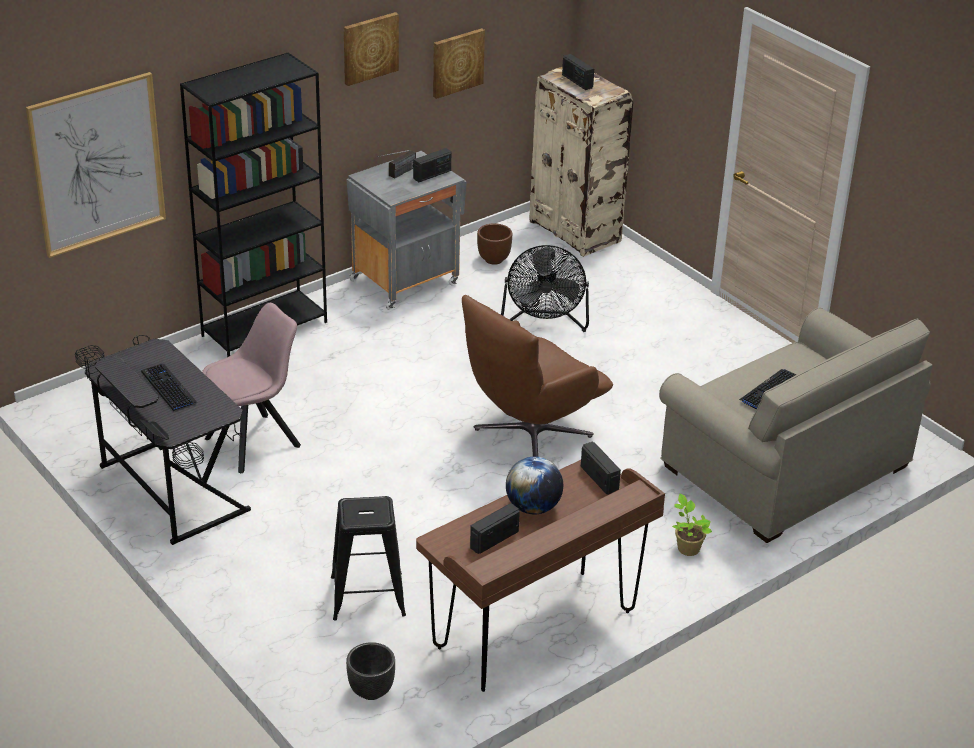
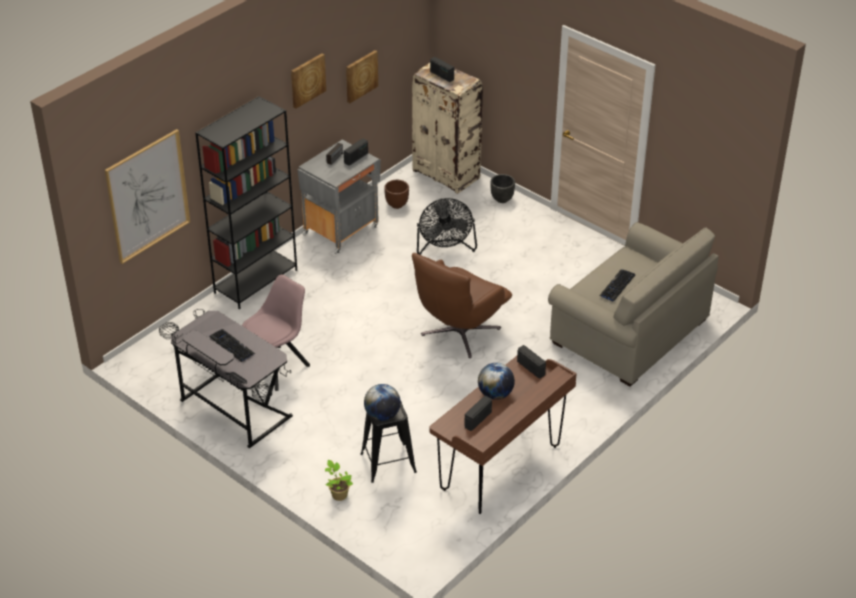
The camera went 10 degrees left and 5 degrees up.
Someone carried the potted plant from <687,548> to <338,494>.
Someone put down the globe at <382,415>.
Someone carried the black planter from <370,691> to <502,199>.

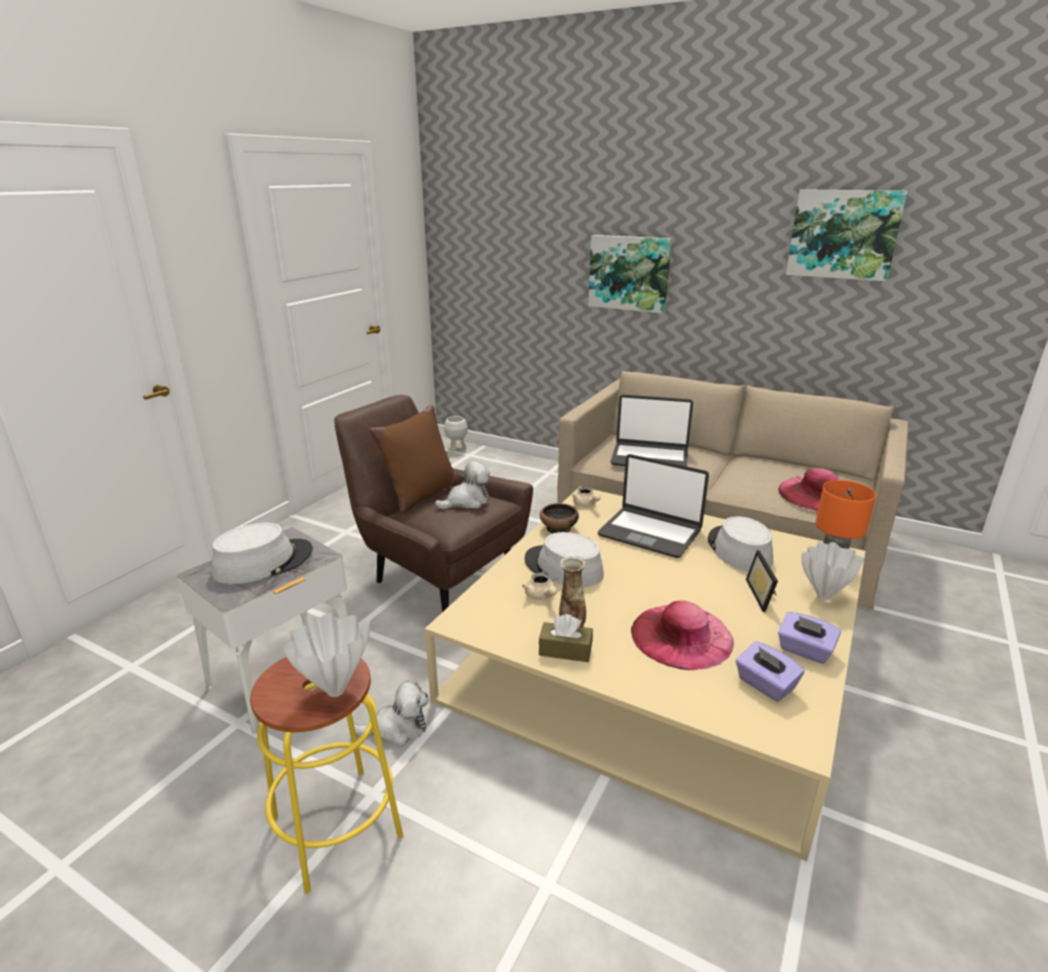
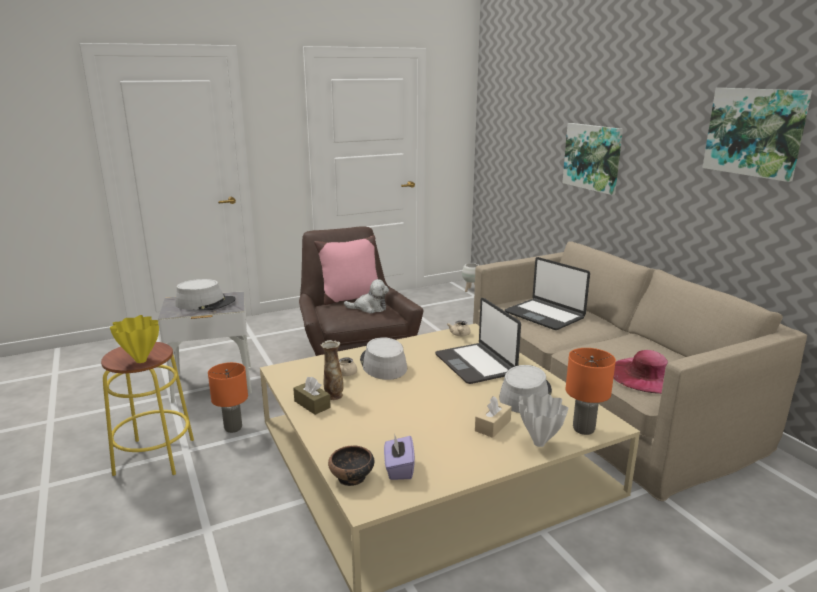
The camera went 35 degrees right and 5 degrees down.
Someone repainted the white vase at <334,691>, which became the yellow vase at <140,360>.
Someone swapped the plush toy at <397,728> for the orange table lamp at <232,428>.
Someone repainted the brown pillow at <420,496>, which became the pink pillow at <350,298>.
Someone carried the bowl from <559,529> to <352,477>.
Someone swapped the picture frame at <764,595> for the beige tissue box at <492,426>.
Someone took away the pink hat at <681,636>.
Someone took away the purple tissue box at <804,650>.

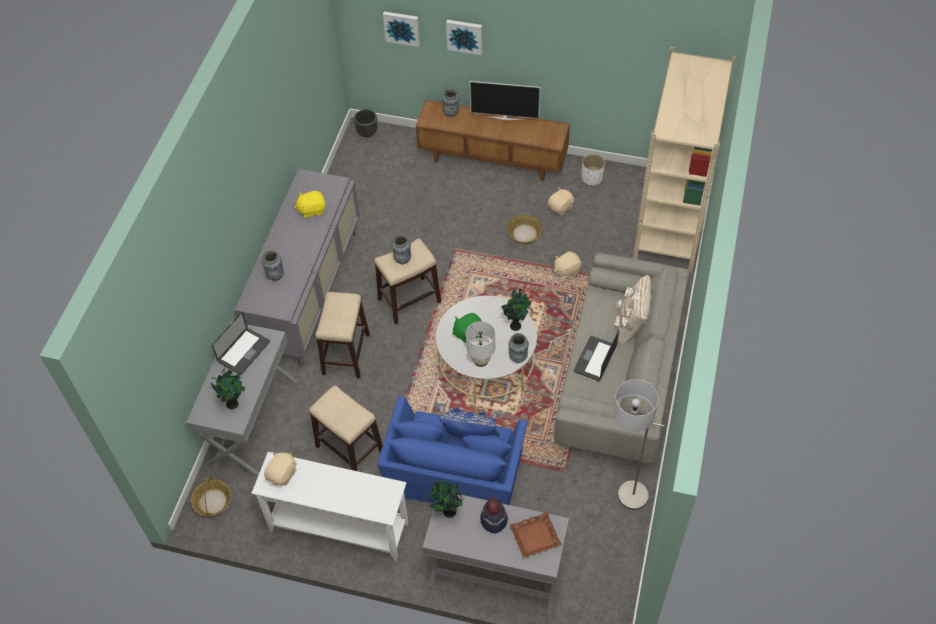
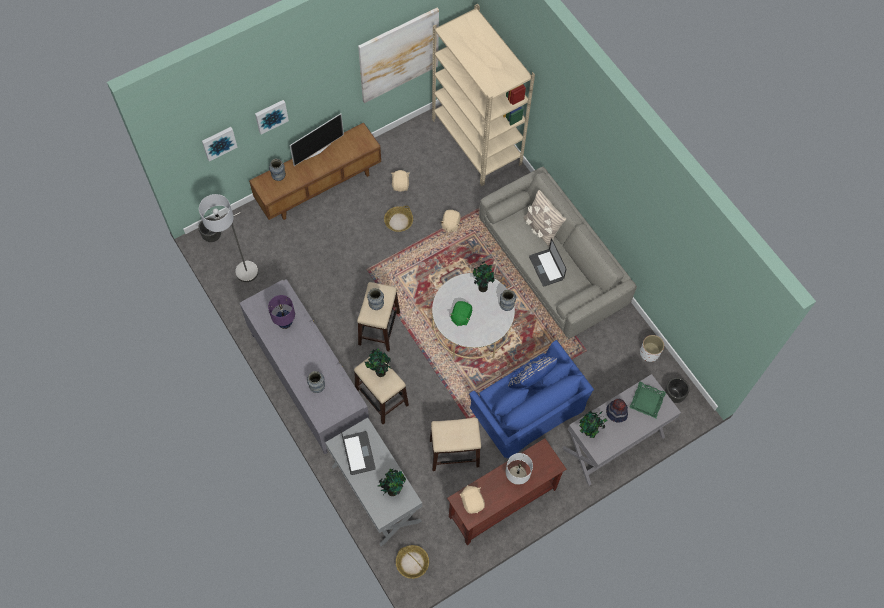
The camera went 50 degrees left and 10 degrees up.
Someone carried the grey floor lamp from <623,494> to <240,275>.
Someone swapped the yellow plush toy at <312,210> for the purple table lamp at <285,323>.
Someone put up the picture at <399,55>.
Someone put down the potted plant at <379,372>.
Someone repainted the white console table at <338,527>, which became the brown console table at <502,503>.
Someone carried the white table lamp from <481,360> to <516,478>.
Someone repainted the brown tray at <535,537>, which became the green tray at <647,401>.
Someone carried the white planter from <592,178> to <649,353>.
Someone put down the black planter at <673,395>.

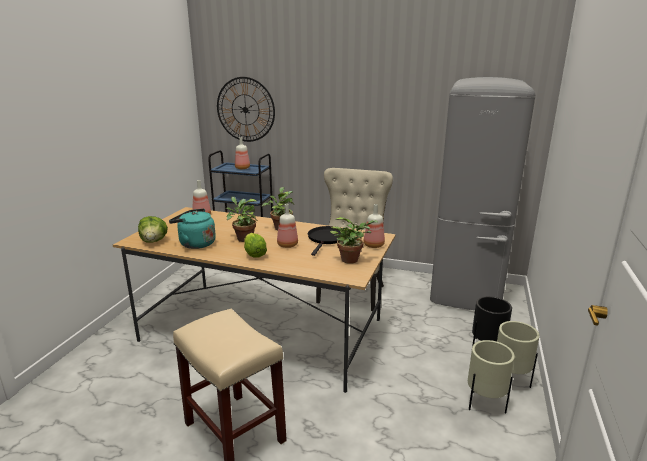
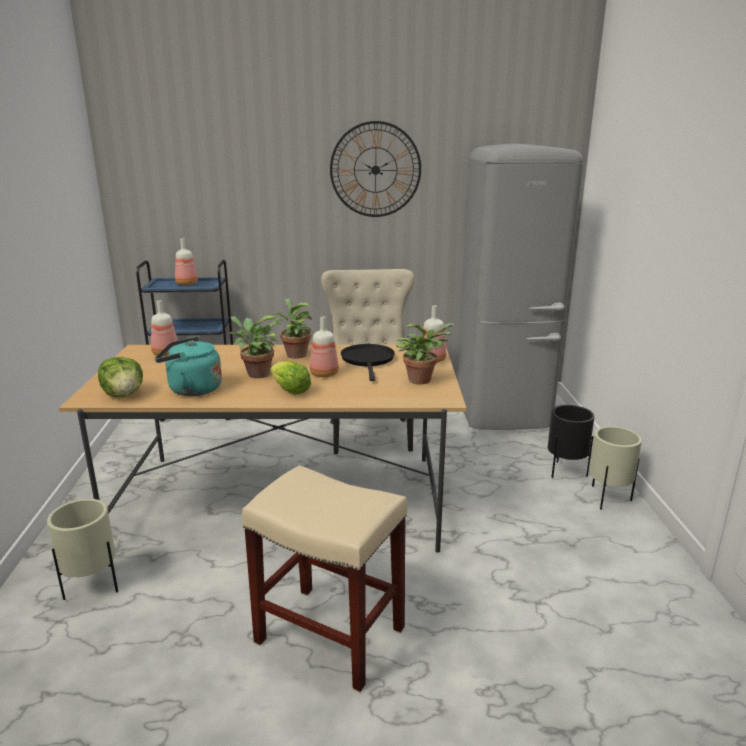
The camera went 20 degrees left and 0 degrees up.
Someone carried the beige planter from <485,405> to <93,587>.
Someone carried the wall clock from <245,109> to <375,170>.

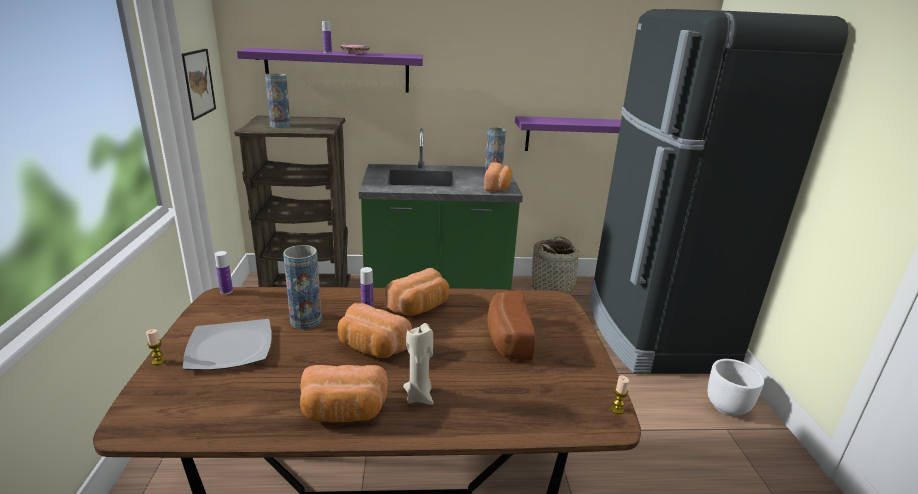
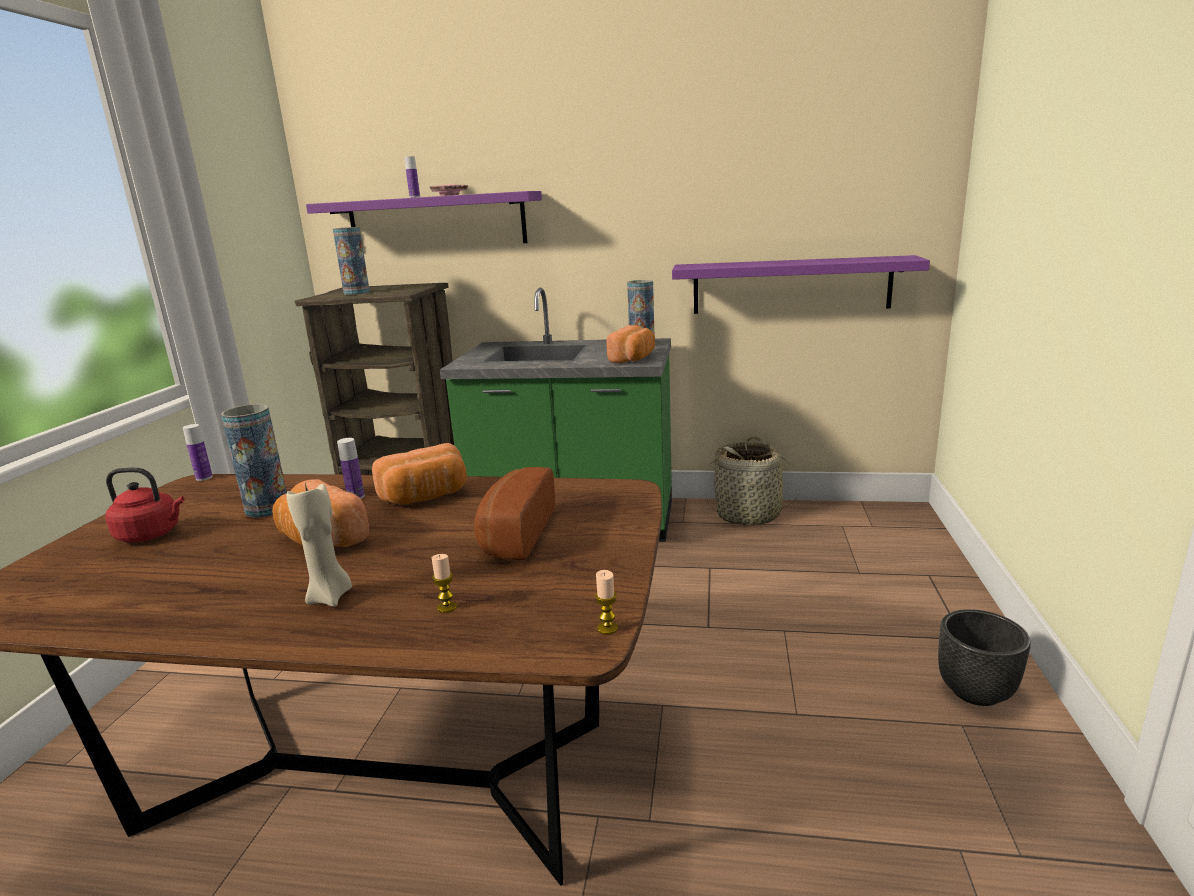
The camera went 15 degrees right and 5 degrees down.
Someone swapped the plate at <231,347> for the red kettle at <152,534>.
Someone carried the candle from <158,361> to <447,607>.
Someone repainted the white planter at <727,407>, which became the black planter at <976,691>.
Someone took away the picture at <197,83>.
Someone took away the bread at <343,412>.
Someone took away the black fridge at <654,333>.

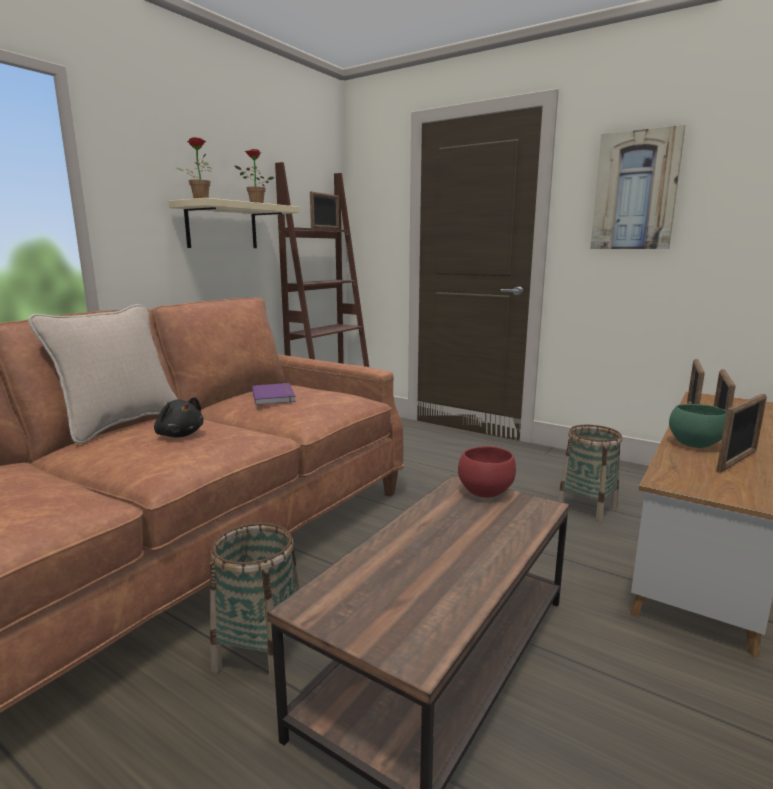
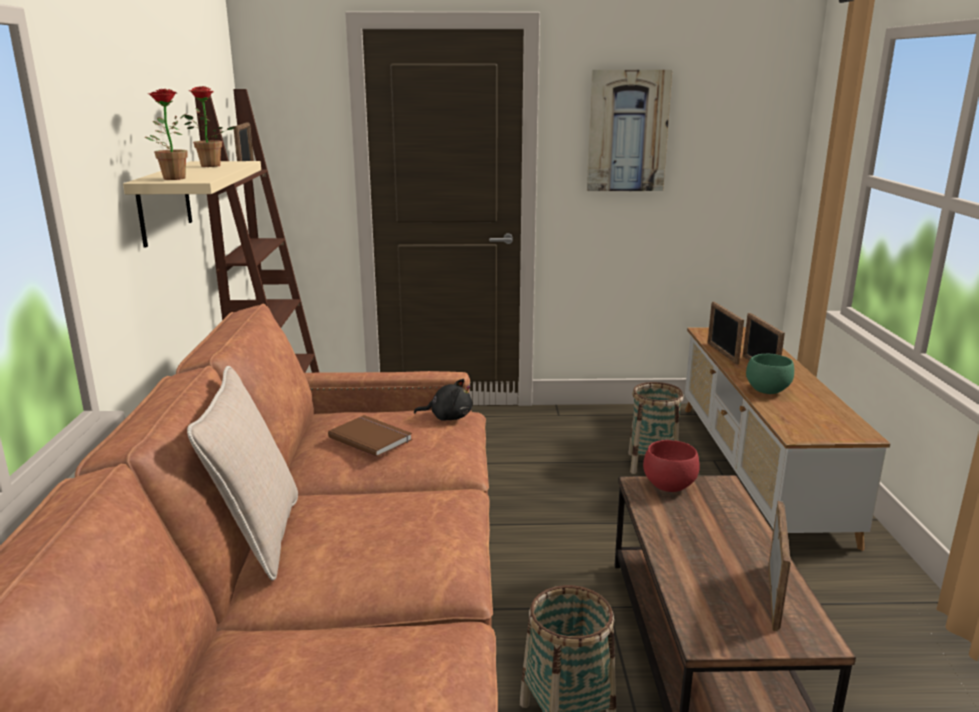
The camera went 35 degrees left and 5 degrees up.
Someone repainted the purple book at <275,396>, which became the brown book at <371,438>.
Someone carried the black plush toy from <179,435> to <448,417>.
Someone carried the picture frame from <737,461> to <773,596>.

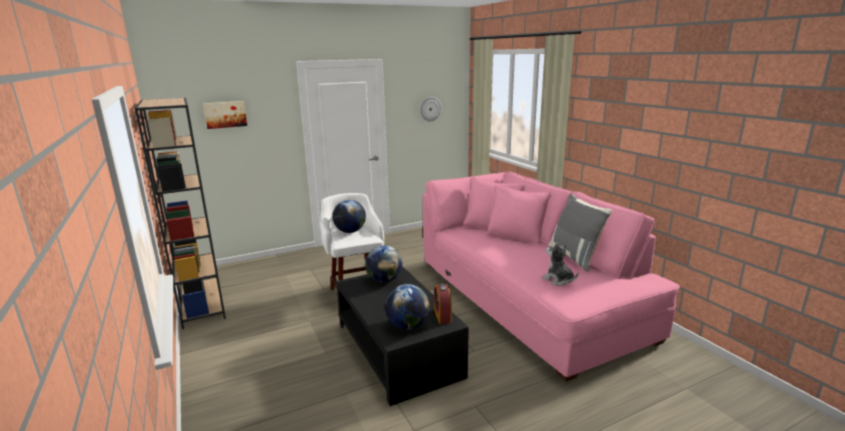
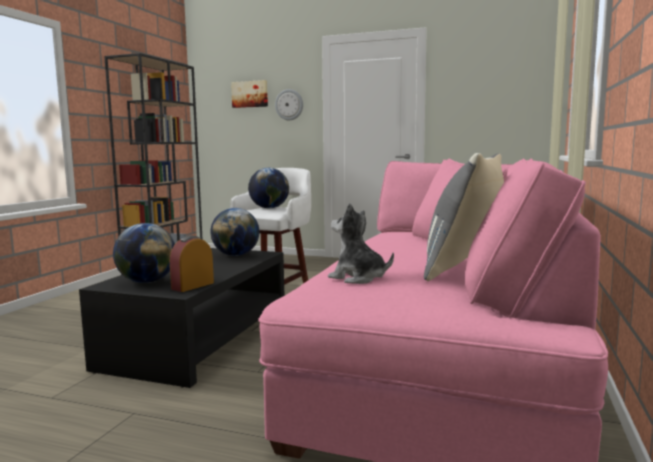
The camera went 45 degrees right and 10 degrees down.
Someone carried the wall clock from <430,109> to <289,104>.
Someone rotated the plush toy at <558,280> by 60 degrees counterclockwise.

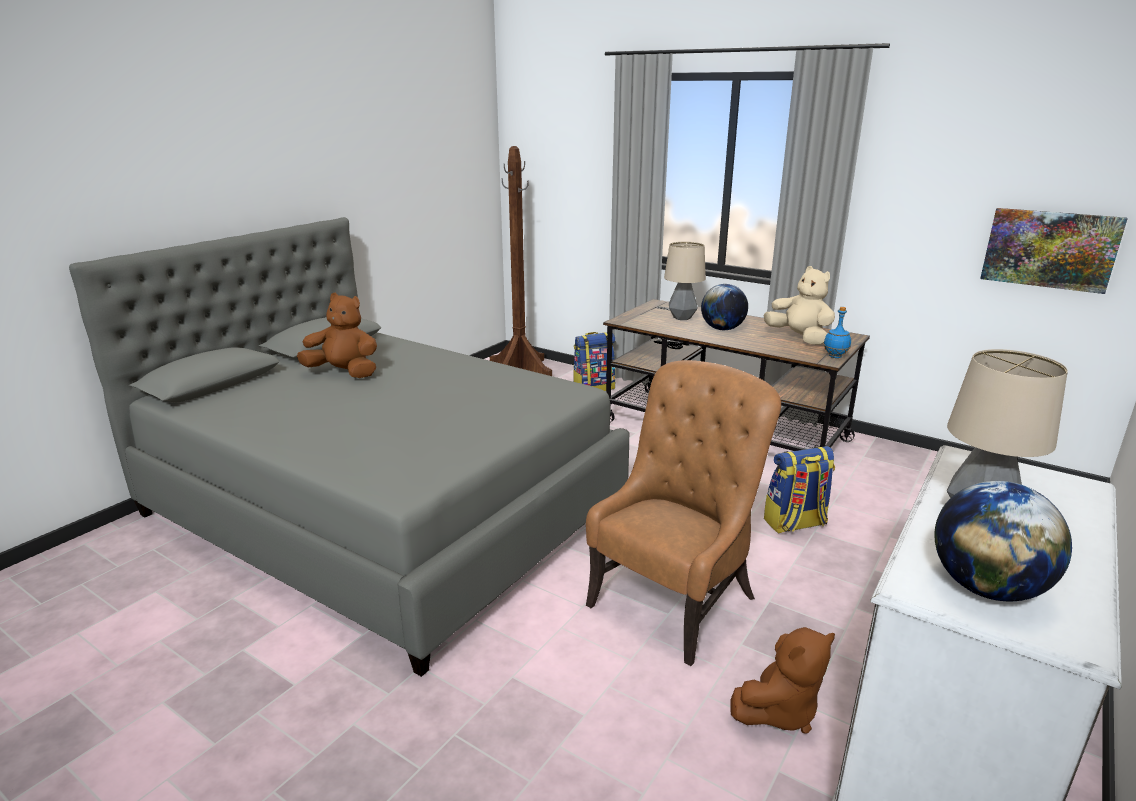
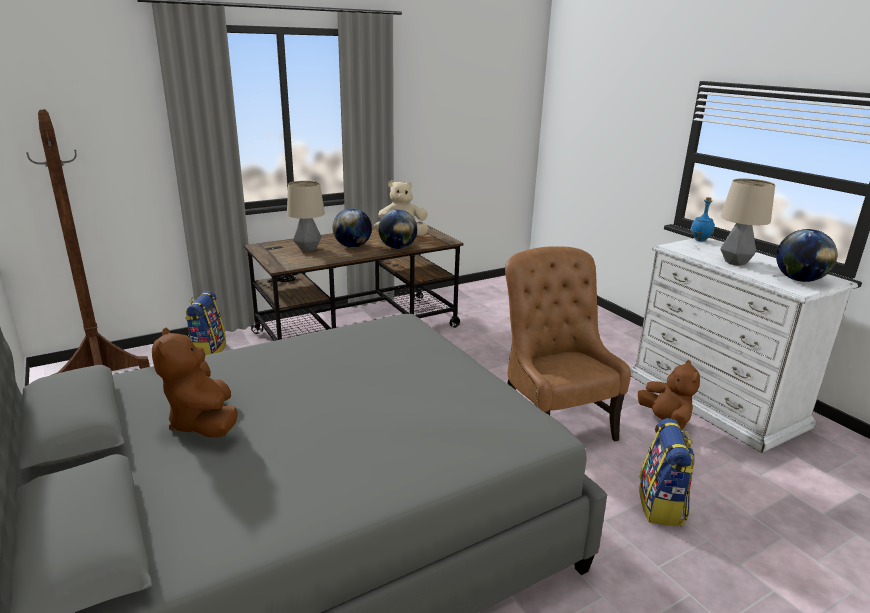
The camera went 65 degrees left and 0 degrees up.
Someone rotated the brown plush toy at <344,373> by 60 degrees counterclockwise.
Someone put down the globe at <397,248>.
Someone carried the backpack from <795,523> to <661,506>.
Someone carried the blue bottle from <834,356> to <700,240>.
Someone took away the picture at <1049,249>.

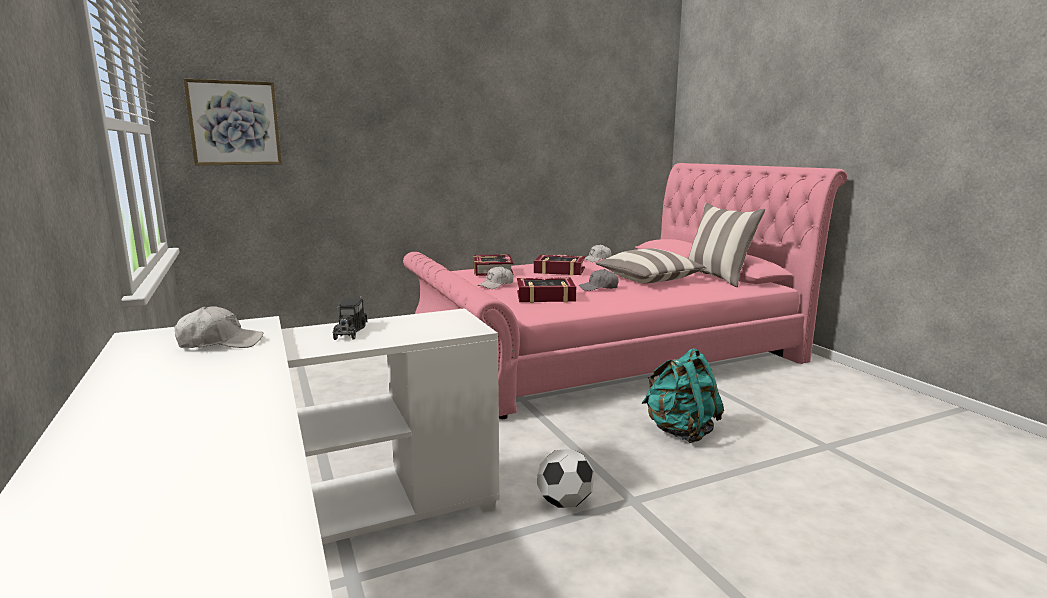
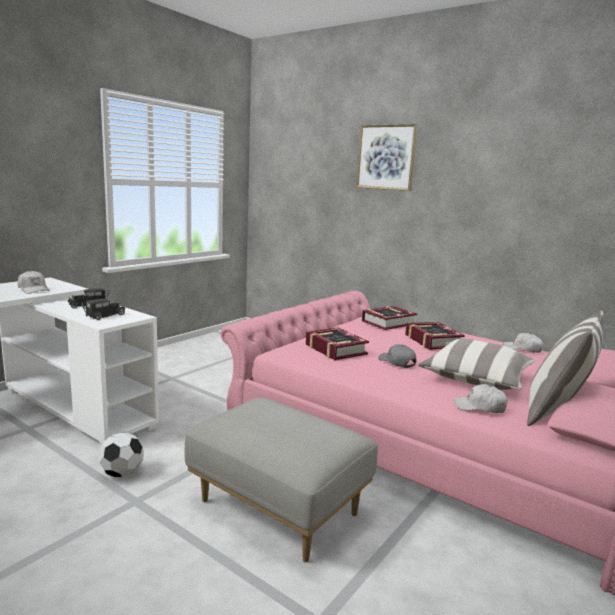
The camera went 60 degrees right and 0 degrees up.
Someone put down the toy truck at <104,316>.
Someone swapped the turquoise backpack at <680,432> for the grey ottoman at <277,508>.
Someone carried the picture from <234,123> to <386,157>.
Someone carried the white cap from <496,285> to <480,407>.

